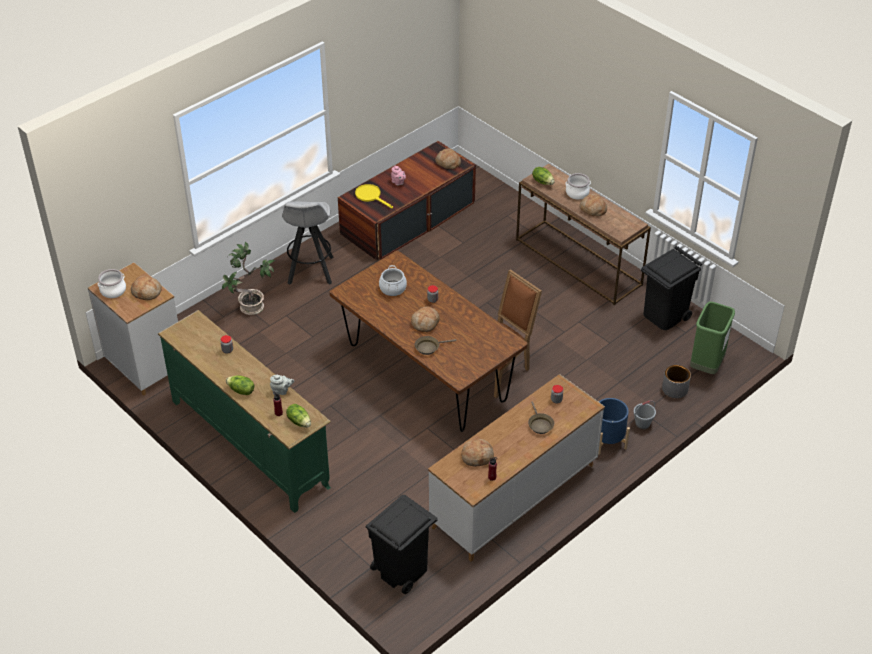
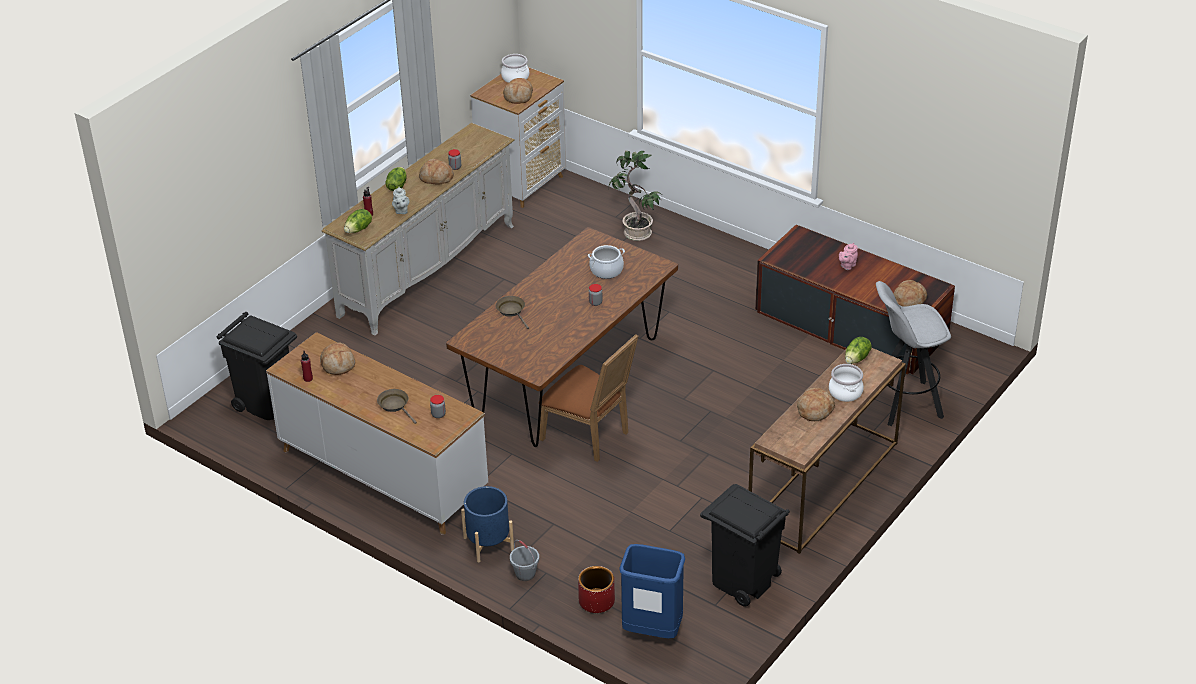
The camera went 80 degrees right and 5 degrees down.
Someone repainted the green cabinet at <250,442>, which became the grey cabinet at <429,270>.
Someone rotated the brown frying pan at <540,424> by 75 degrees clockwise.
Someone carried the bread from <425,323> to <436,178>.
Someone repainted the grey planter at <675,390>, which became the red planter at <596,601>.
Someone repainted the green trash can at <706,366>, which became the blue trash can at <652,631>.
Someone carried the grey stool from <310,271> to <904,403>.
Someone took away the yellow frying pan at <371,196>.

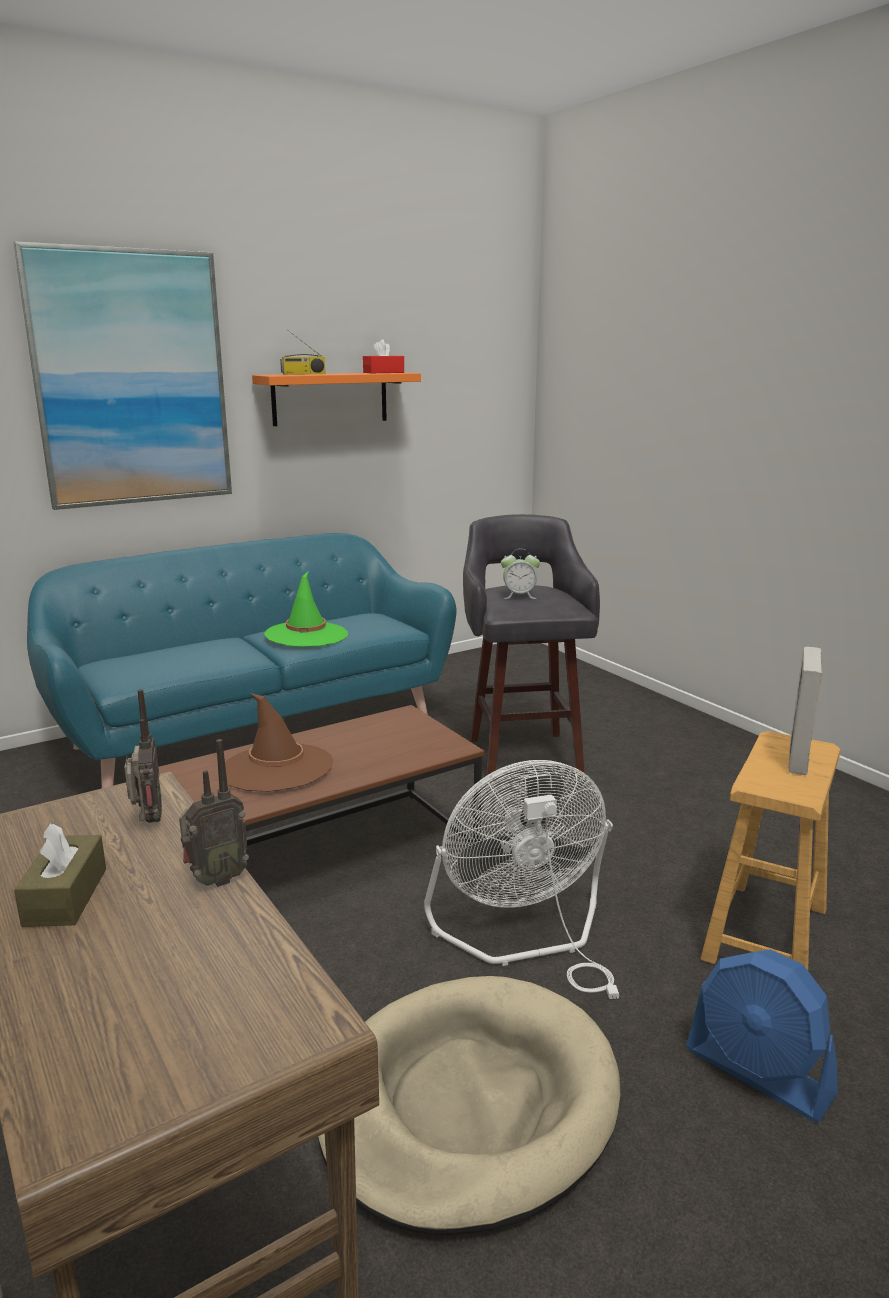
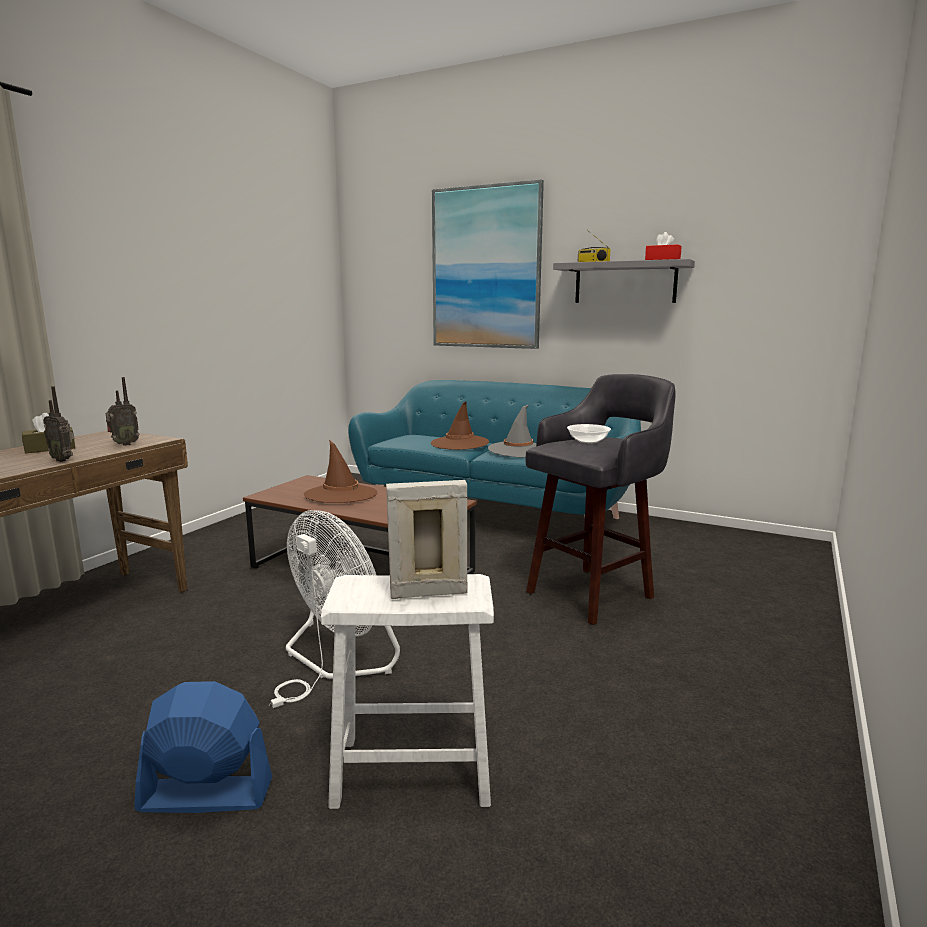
The camera went 60 degrees right and 5 degrees down.
Someone rotated the blue fan at <759,1072> by 75 degrees clockwise.
Someone repainted the brown stool at <766,934>, which became the white stool at <413,770>.
Someone put down the brown hat at <459,443>.
Someone repainted the green hat at <306,635>, which became the grey hat at <518,450>.
Someone repainted the orange shelf at <330,398>, which became the grey shelf at <625,282>.
Someone swapped the alarm clock at <519,596> for the bowl at <588,441>.
Someone took away the beige dog bed at <469,1104>.

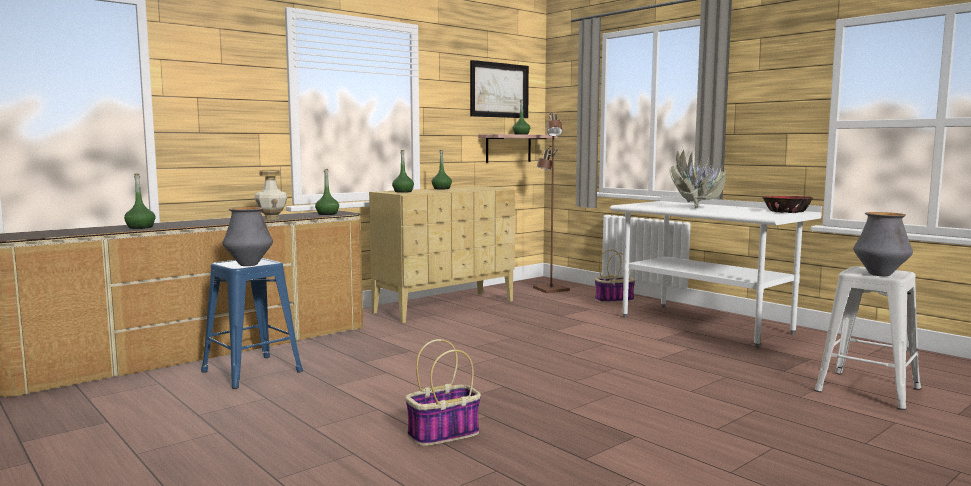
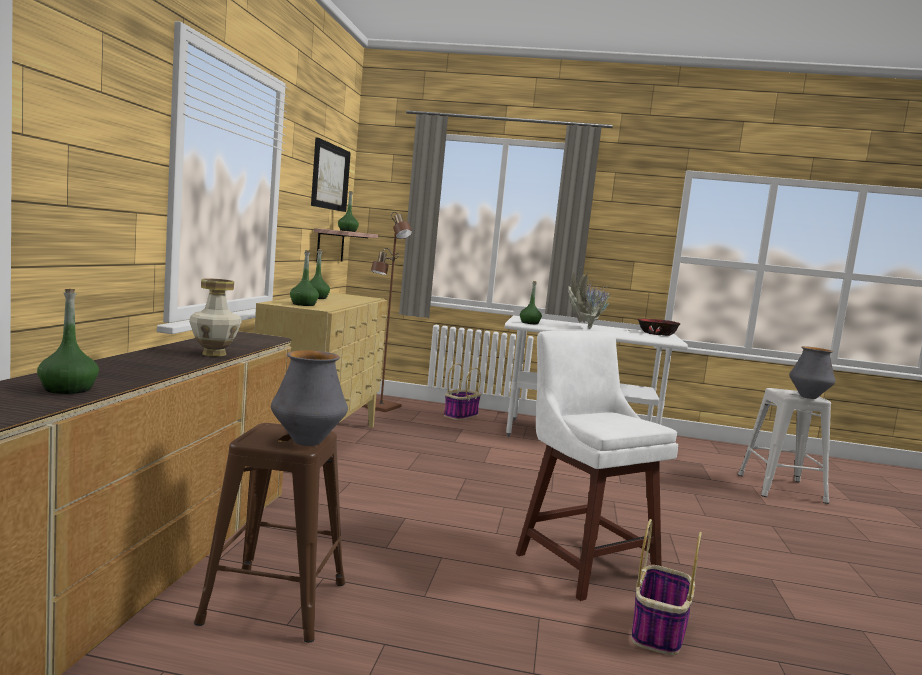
The camera went 40 degrees left and 0 degrees up.
Someone repainted the blue stool at <252,371>, which became the brown stool at <274,602>.
Someone put down the white chair at <582,562>.
Someone carried the green bottle from <327,214> to <529,323>.

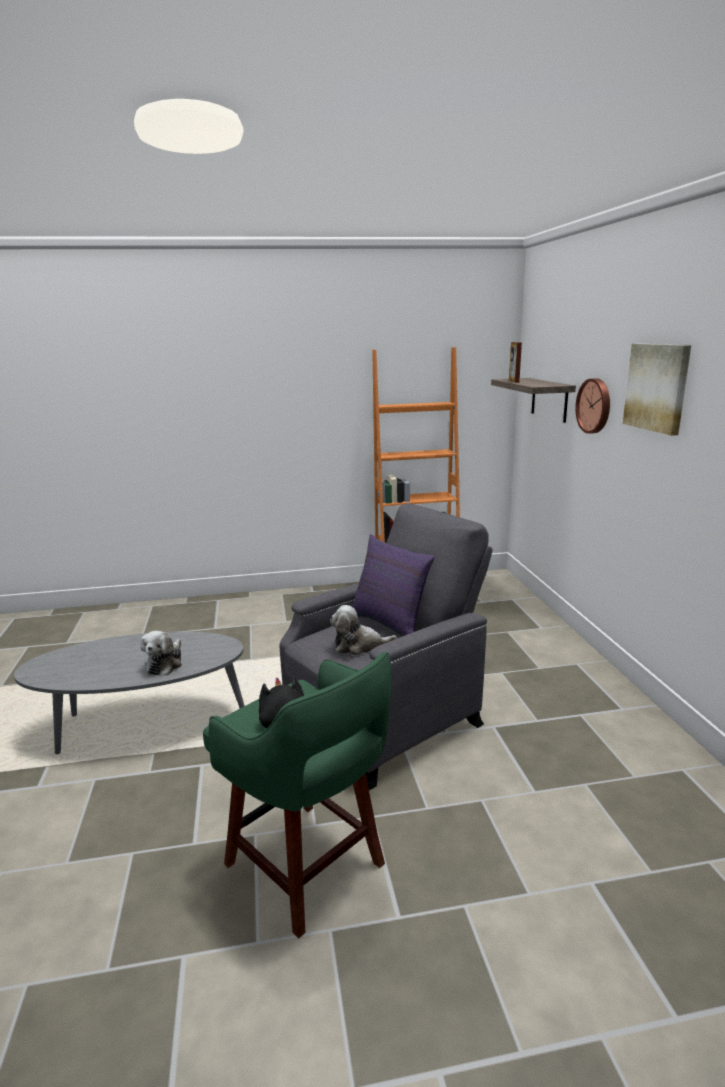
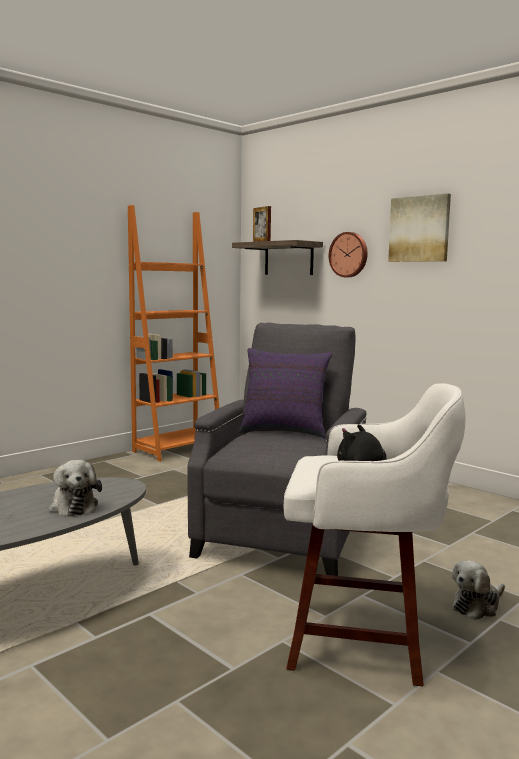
The camera went 35 degrees left and 10 degrees down.
Someone repainted the green stool at <308,869>, which became the white stool at <363,644>.
Someone carried the plush toy from <359,645> to <477,605>.

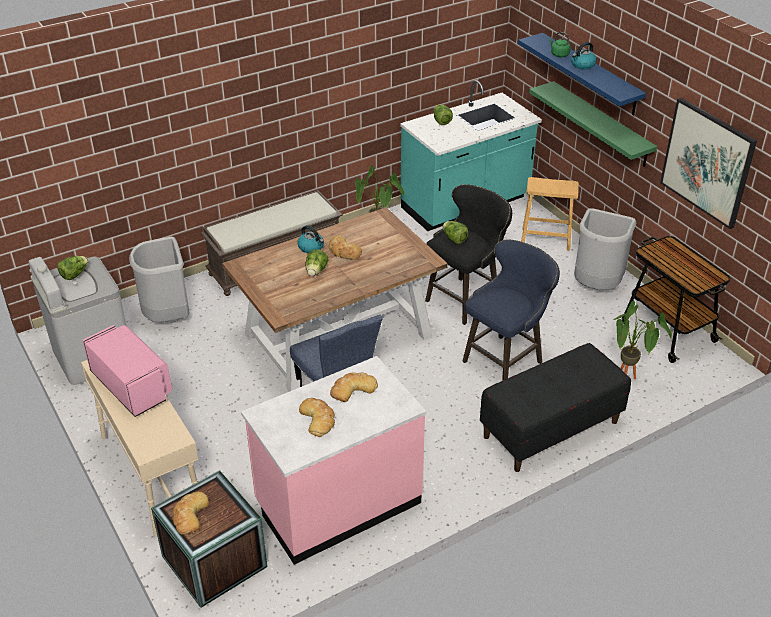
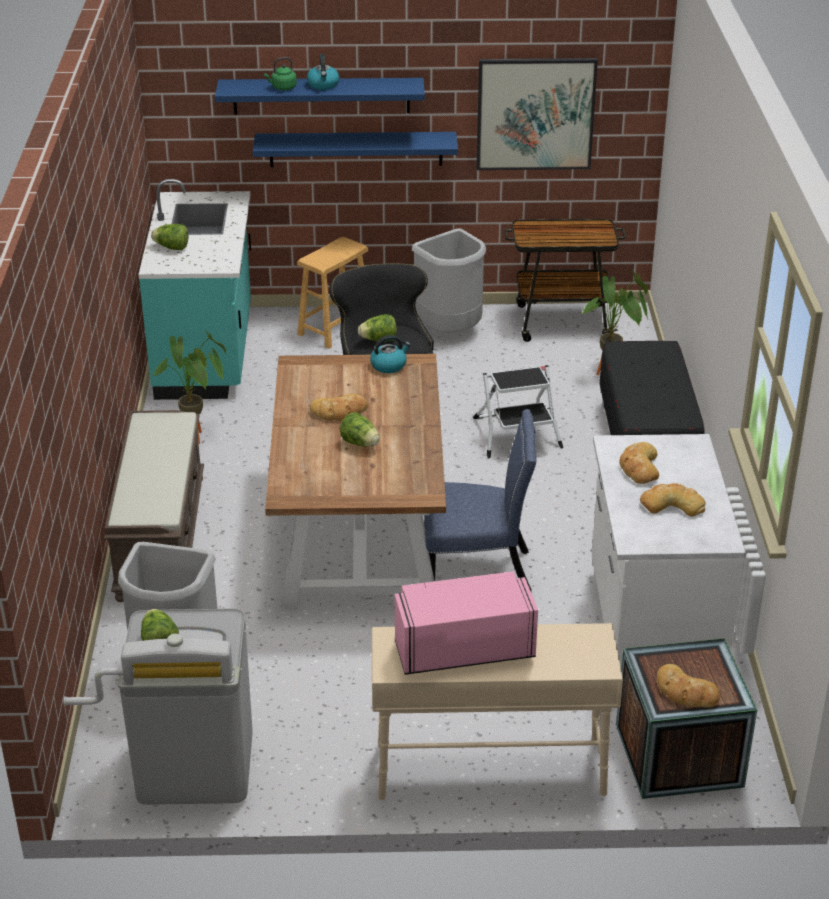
The camera went 60 degrees left and 5 degrees down.
Someone repainted the green shelf at <601,124>, which became the blue shelf at <356,149>.
Someone carried the kettle from <311,247> to <389,365>.
Someone swapped the blue stool at <505,360> for the step ladder at <515,434>.
Someone repainted the pink counter at <337,503>, which became the white counter at <650,629>.

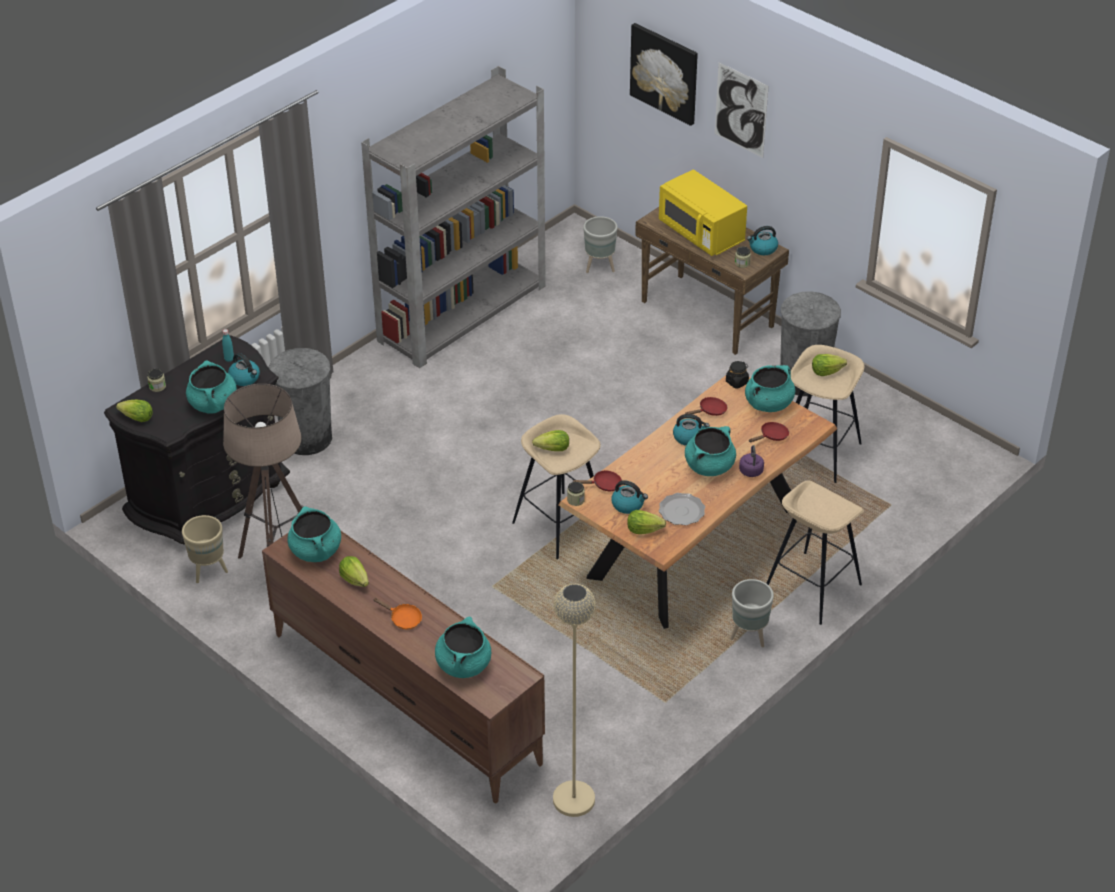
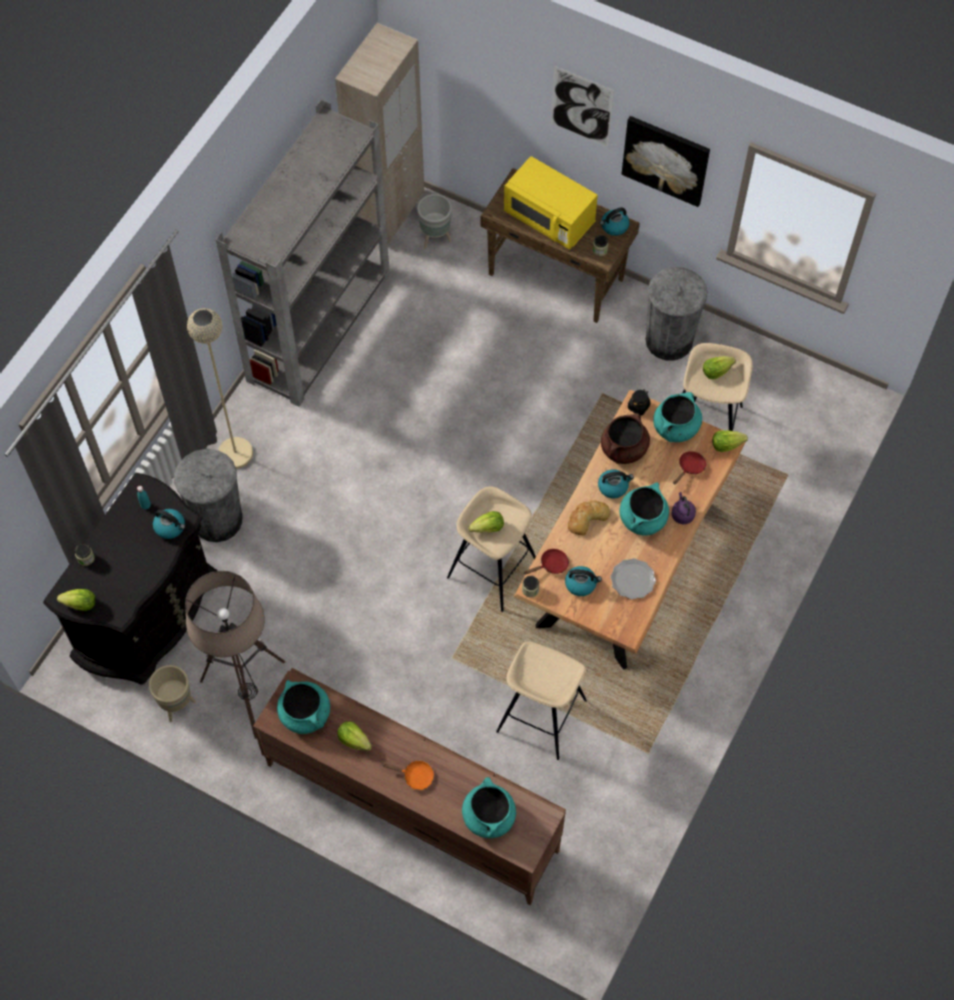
The camera went 15 degrees left and 20 degrees up.
Someone carried the beige floor lamp from <573,800> to <235,454>.
Someone put down the beige cabinet at <388,213>.
Someone carried the beige stool from <812,588> to <541,716>.
Someone put down the bread at <587,518>.
Someone swapped the red frying pan at <710,411> for the brown cooking pot at <624,449>.
Someone carried the picture from <665,73> to <666,159>.
Someone carried the lettuce from <643,530> to <726,445>.
Someone took away the turquoise cooking pot at <213,404>.
Someone took away the grey planter at <749,637>.

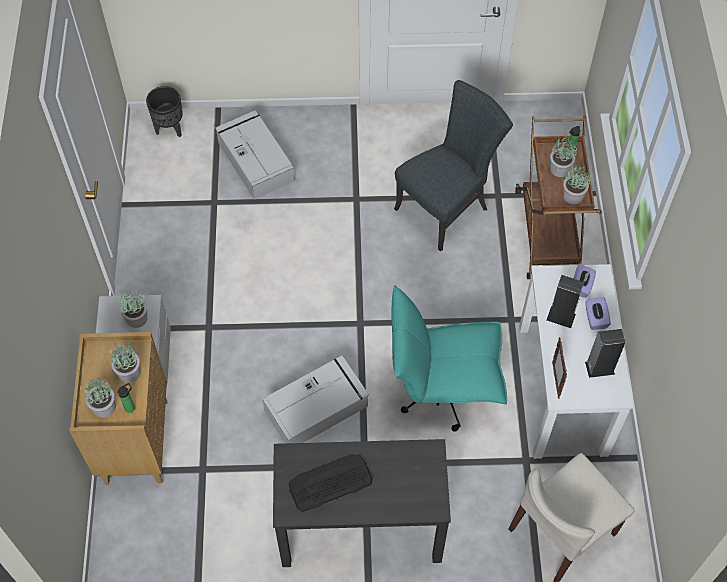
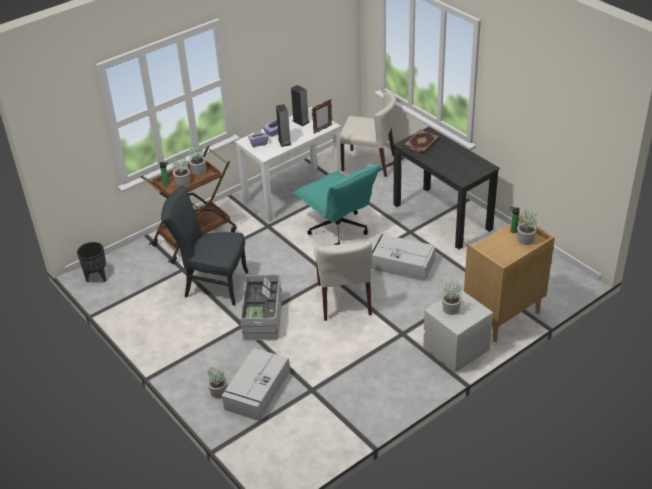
The camera went 125 degrees left and 20 degrees down.
Someone carried the black planter from <170,129> to <97,277>.
Someone carried the potted plant from <128,372> to <219,392>.
Someone put down the grey storage box at <262,317>.
Someone put down the beige chair at <344,299>.
Someone put down the book at <422,143>.
Someone took away the keyboard at <330,483>.

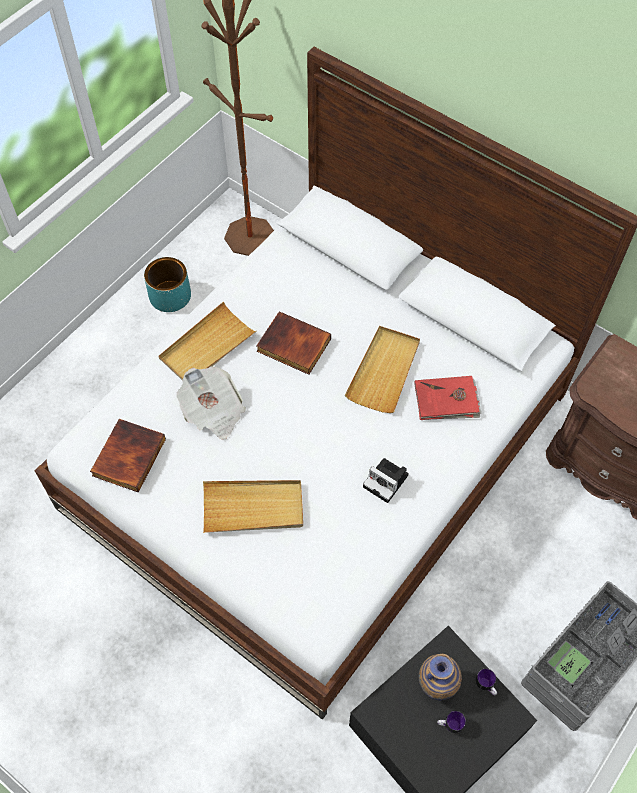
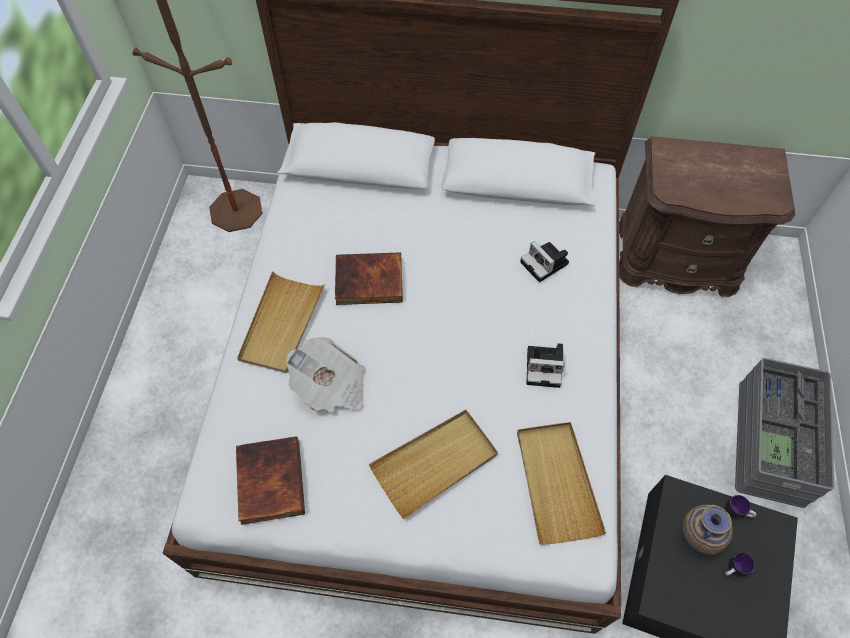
The camera went 30 degrees left and 0 degrees up.
Someone carried the beige tray from <384,371> to <556,482>.
Someone swapped the red book at <447,400> for the photo camera at <545,264>.
Someone took away the turquoise planter at <170,296>.

